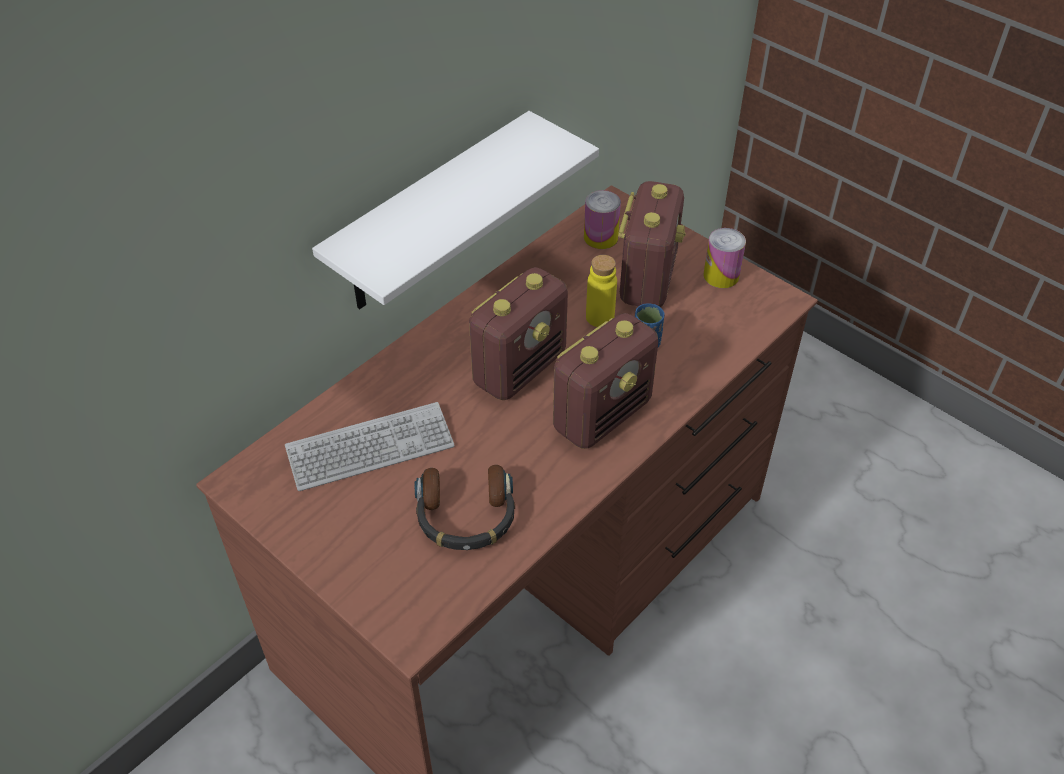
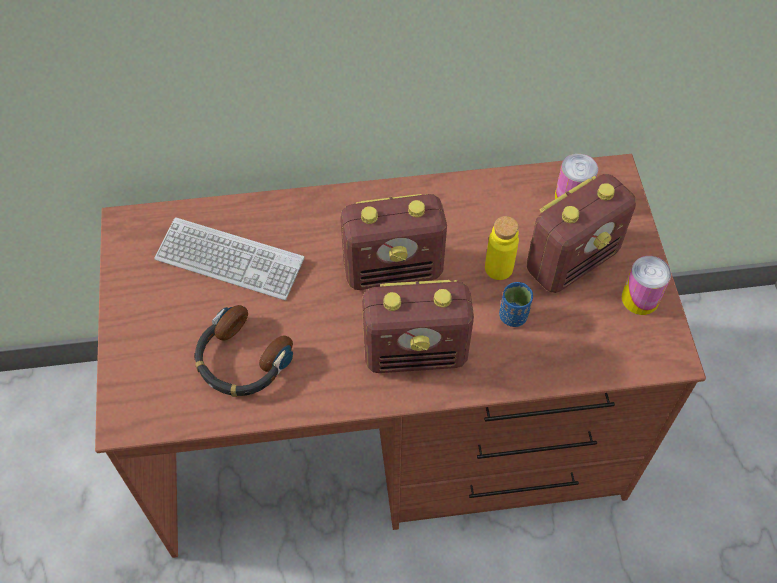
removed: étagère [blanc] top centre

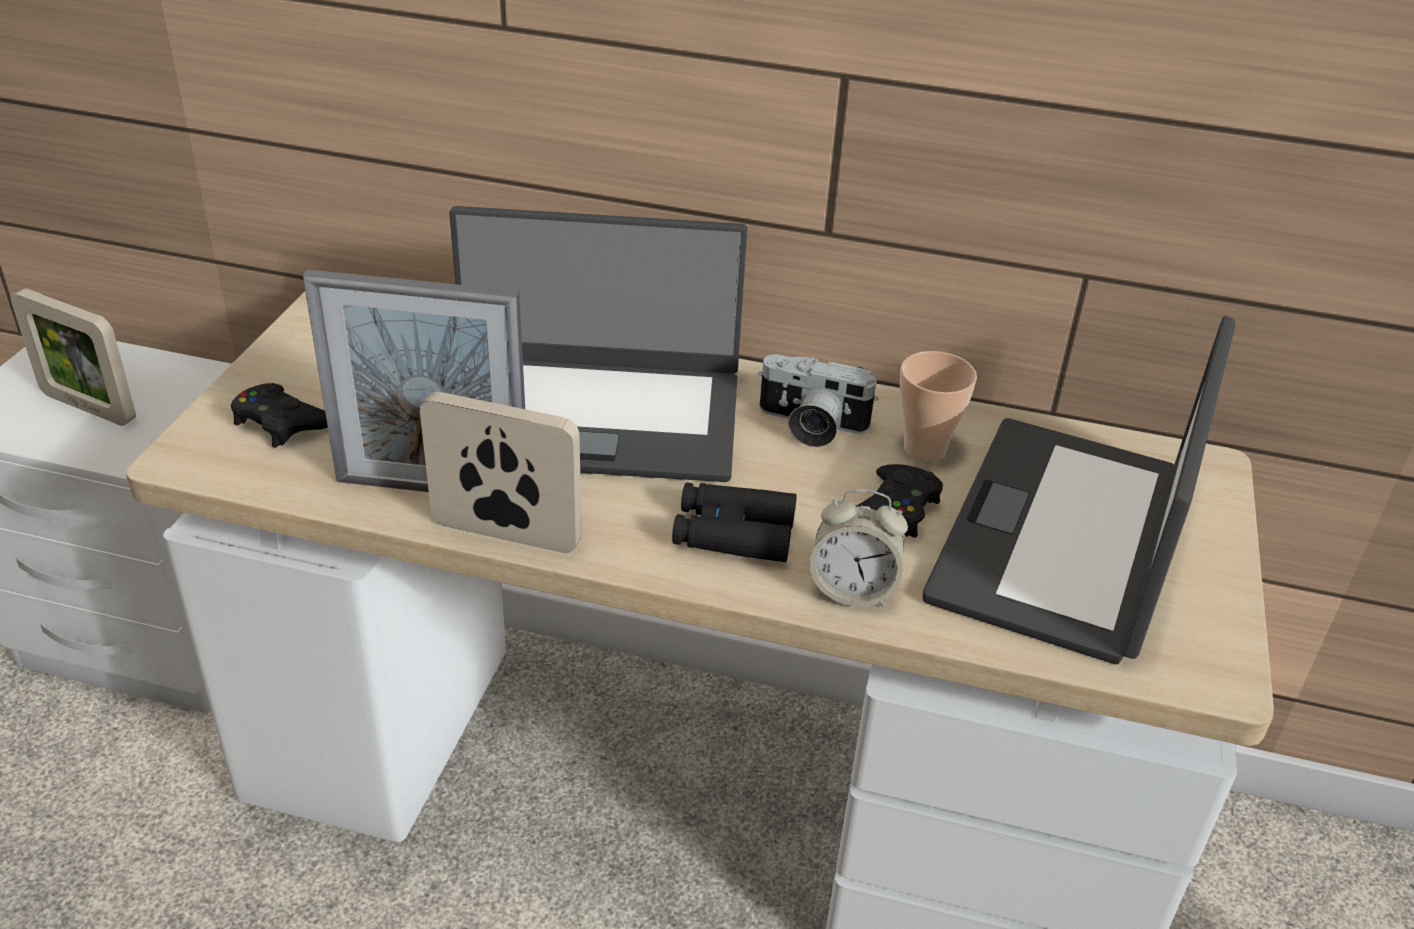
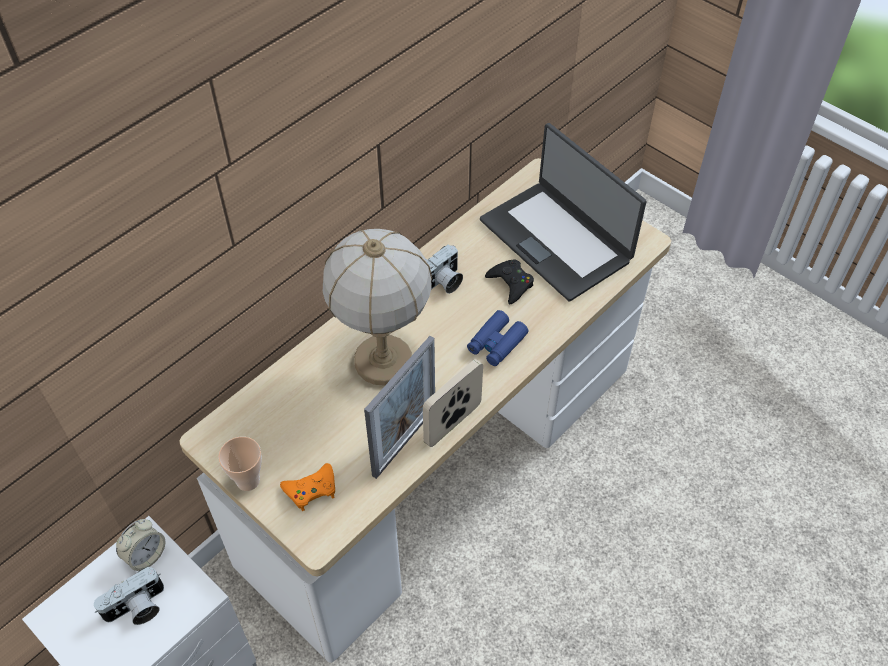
moved: réveil centre to bottom left; tasse centre to bottom left
replaced: cadre photo (1st from left) middle left to appareil photo (1st from left) bottom left; ordinateur portable (1st from left) centre to lampe de table centre
recoloured: manette [noir] (1st from left) middle left to manette [orange] bottom centre; jumelles [noir] centre to jumelles [bleu] centre

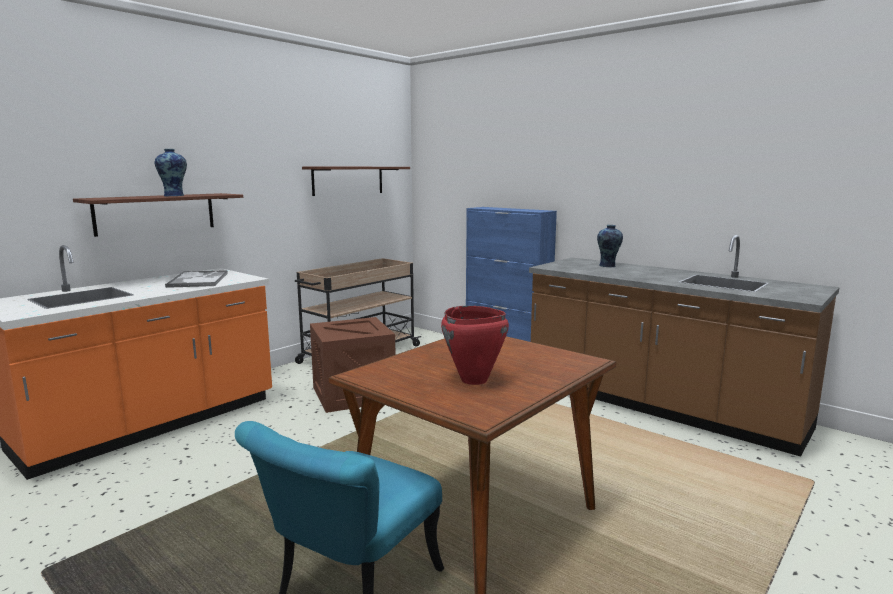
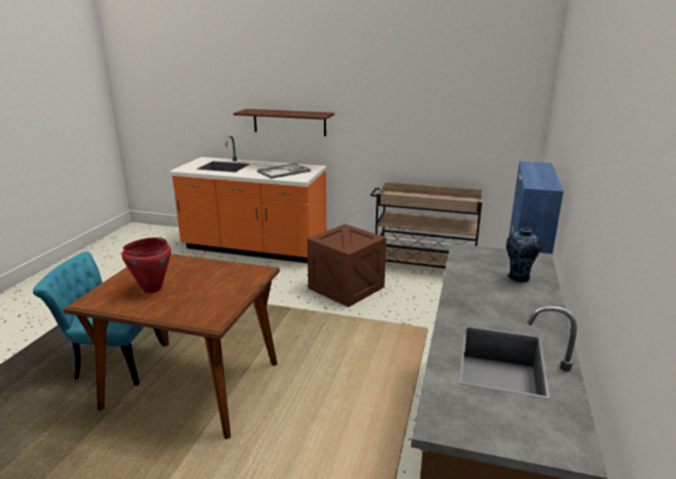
removed: vase (1st from left) top left; étagère (2nd from left) top centre

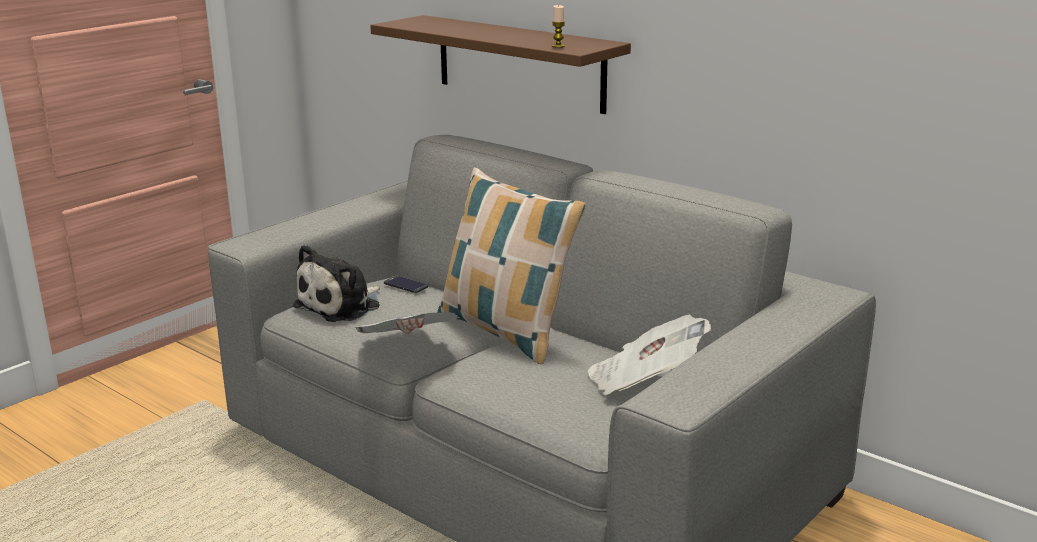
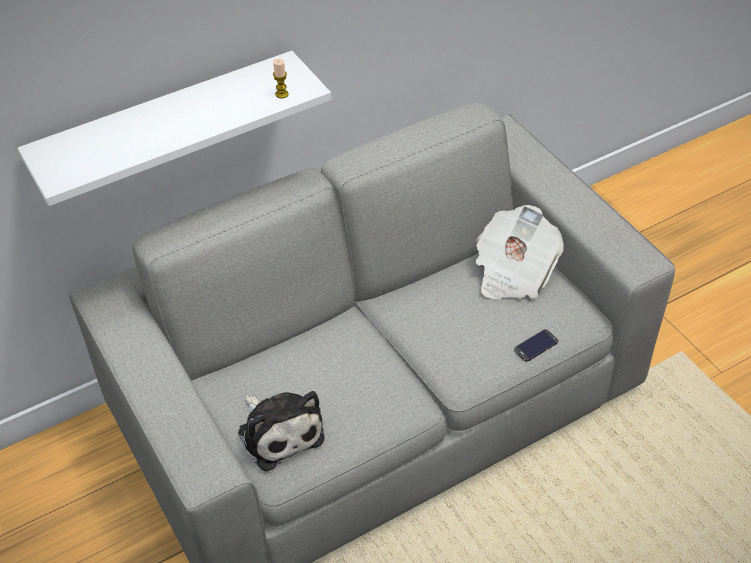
removed: journal (1st from left) centre; coussin centre
moved: téléphone centre to middle right
recoloured: étagère [marron] top centre to étagère [blanc] top left

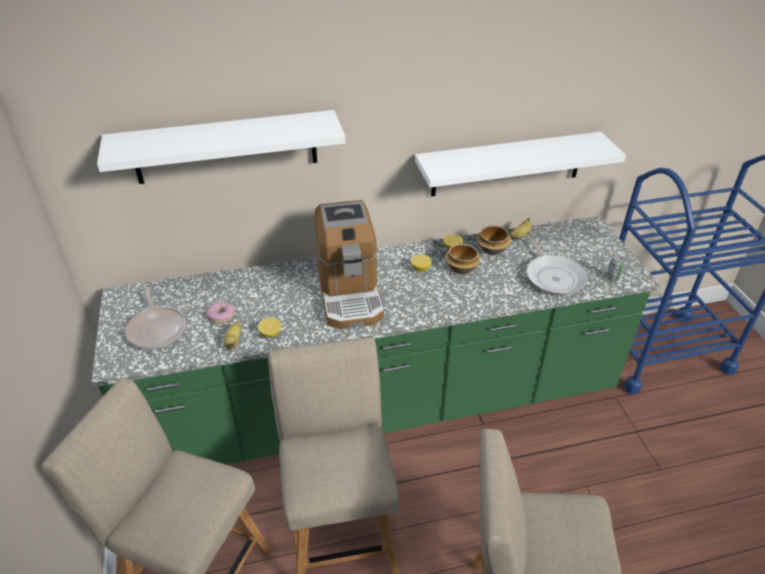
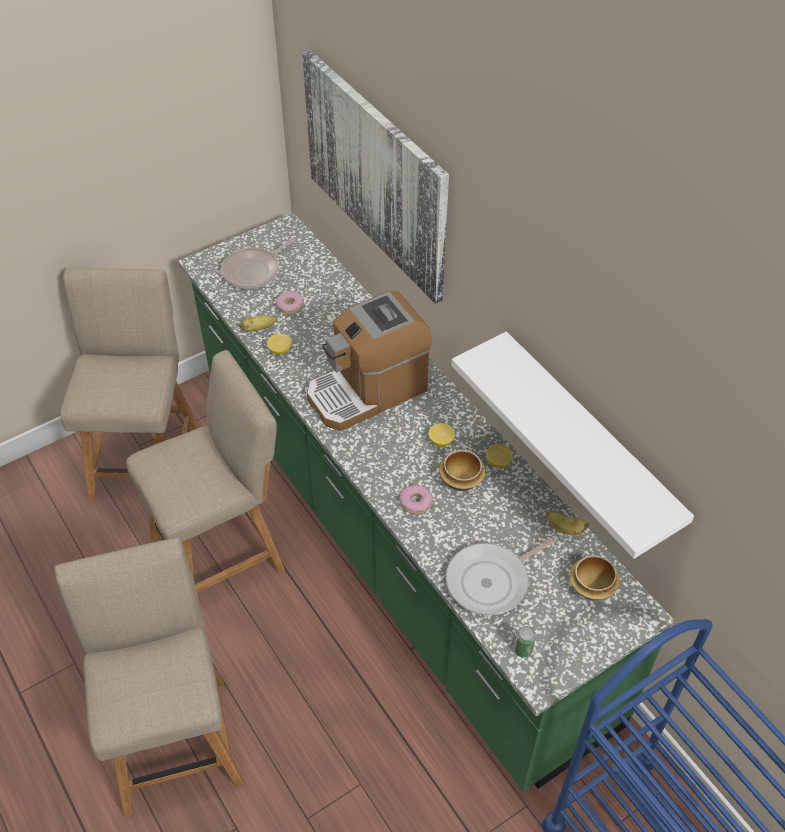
added: beignet (2nd from left) centre
moved: bol (2nd from left) centre to bottom right
replaced: étagère [blanc] (1st from left) top left to tableau top centre

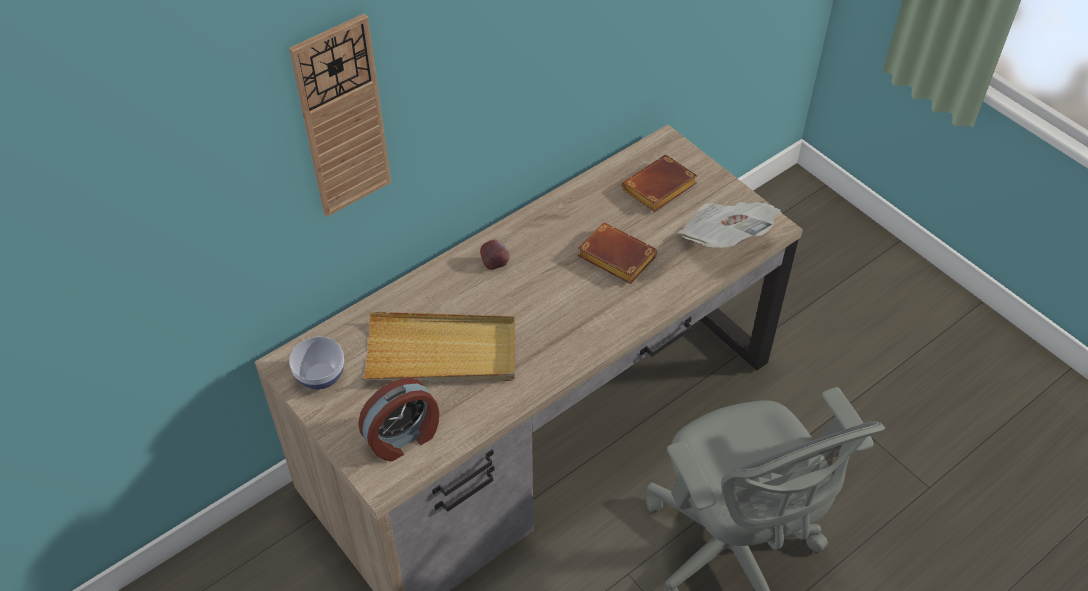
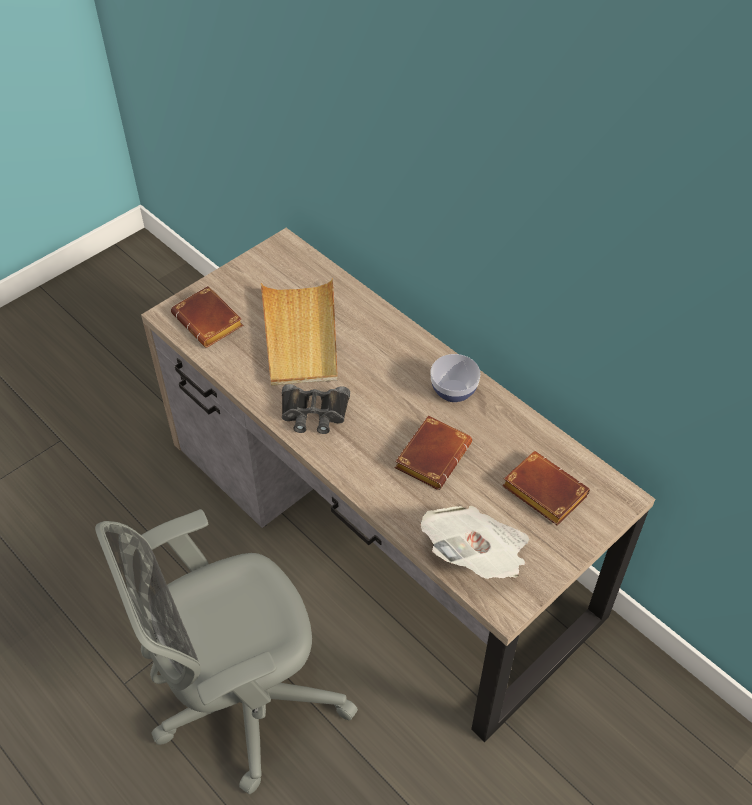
removed: horloge murale top left; pomme centre
added: jumelles [noir] centre
moved: bol middle left to centre
replaced: réveil bottom centre to livre [marron] (1st from left) middle left

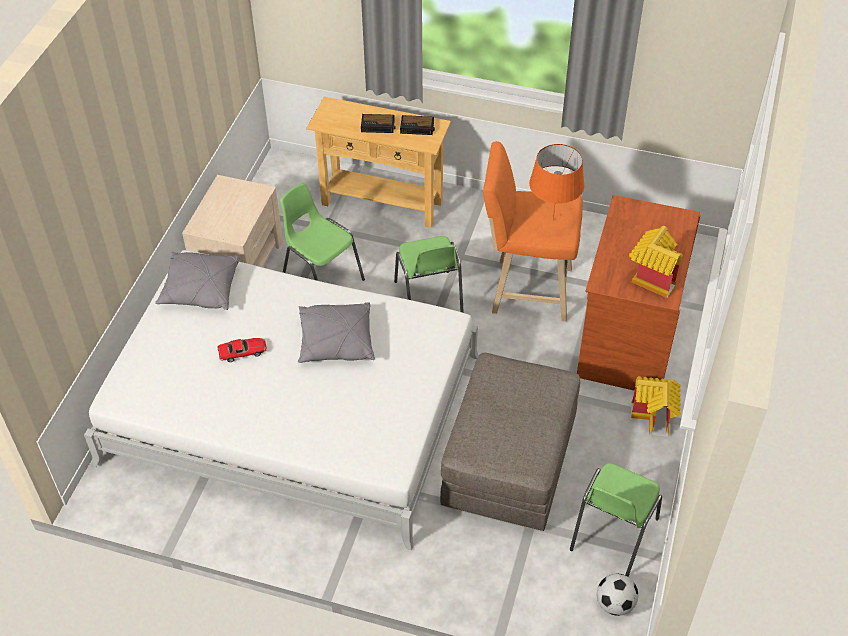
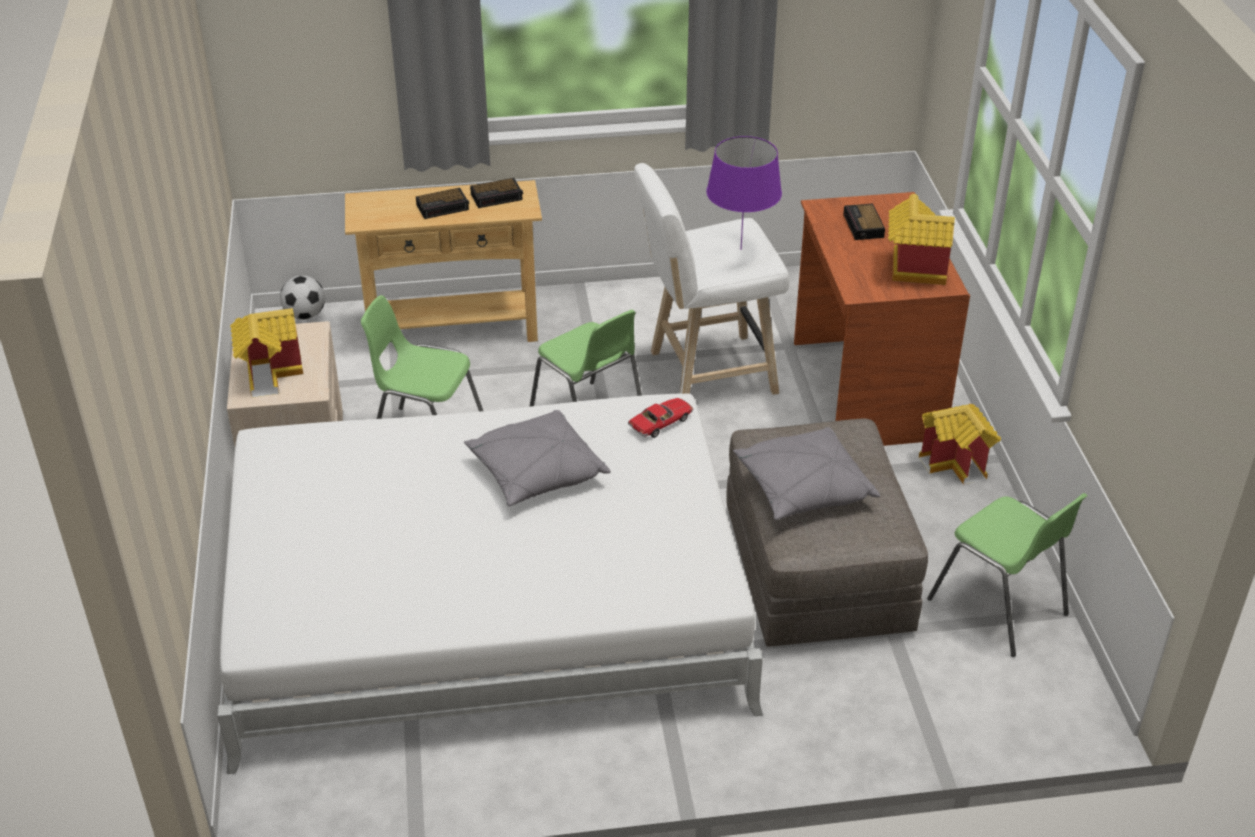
added: maison miniature (1st from left) middle left; réveil (3rd from left) top right
moved: coussin [gris] (1st from left in the first image) middle left to coussin [gris] (2nd from left) centre; petite voiture middle left to centre; ballon de foot bottom right to middle left
recoloured: tabouret [orange] centre to tabouret [blanc] centre; lampe de table [orange] top centre to lampe de table [violet] top centre
turned: chaise [vert] (3rd from left) bottom right = bottom right 45 degrees counterclockwise

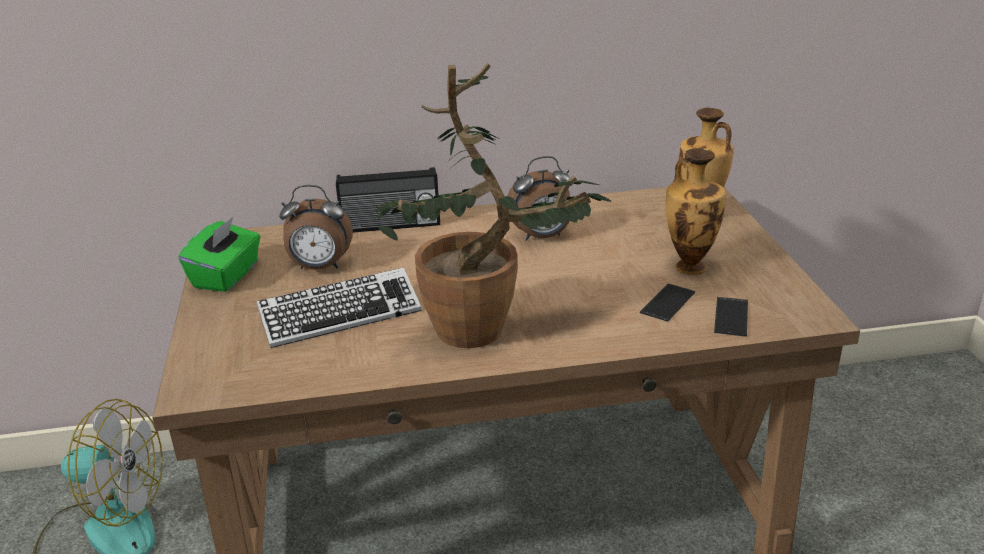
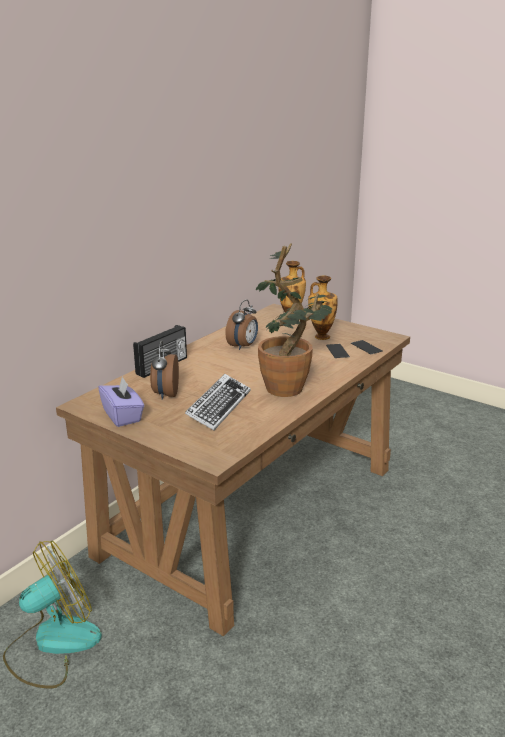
recoloured: boîte à mouchoirs [vert] middle left to boîte à mouchoirs [violet] middle left
turned: réveil (1st from left) middle left = middle left 135 degrees clockwise

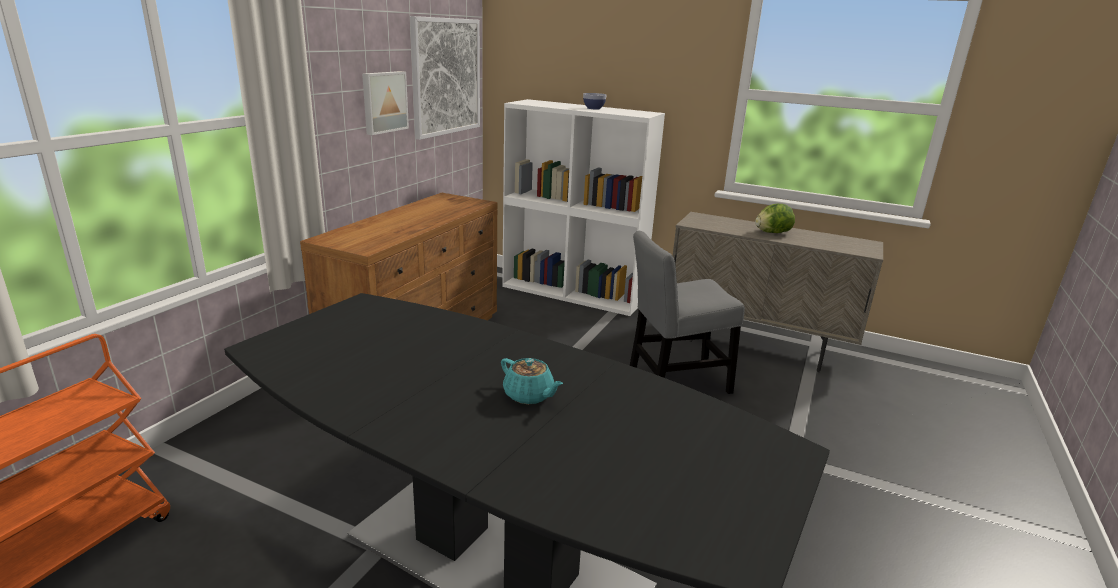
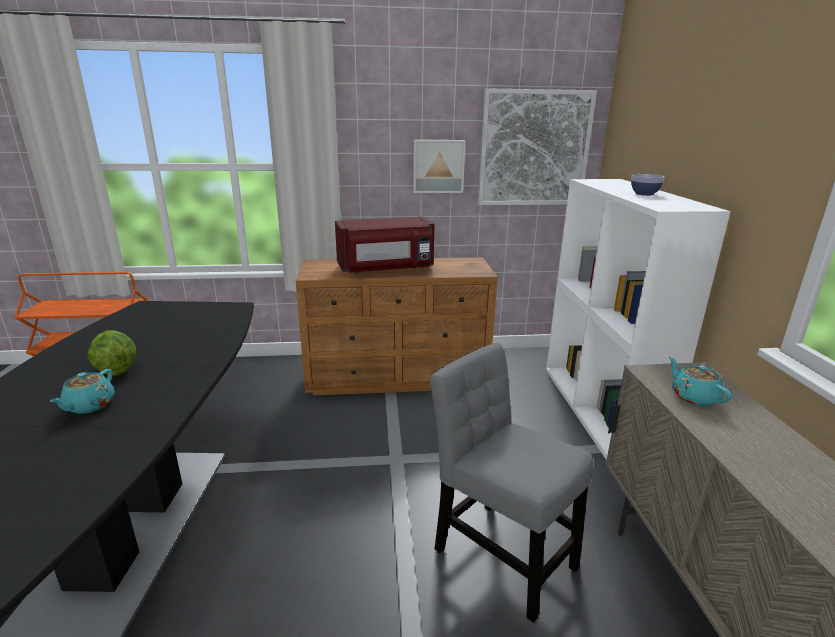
added: micro-ondes [rouge] centre; théière [turquoise] (2nd from left) middle right
moved: laitue middle right to middle left

